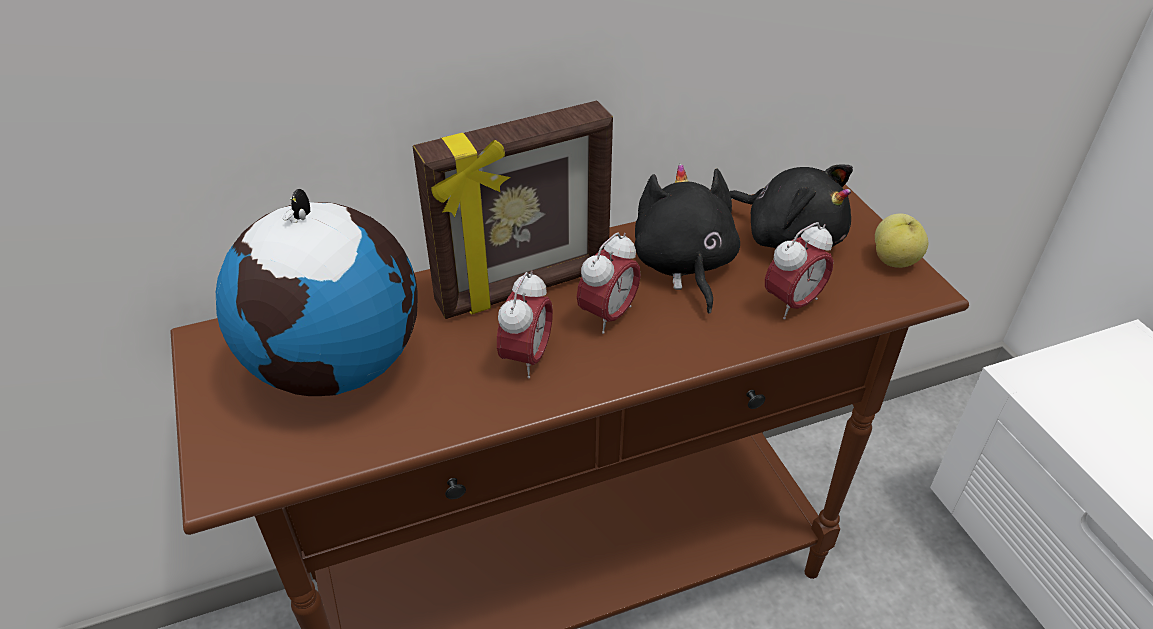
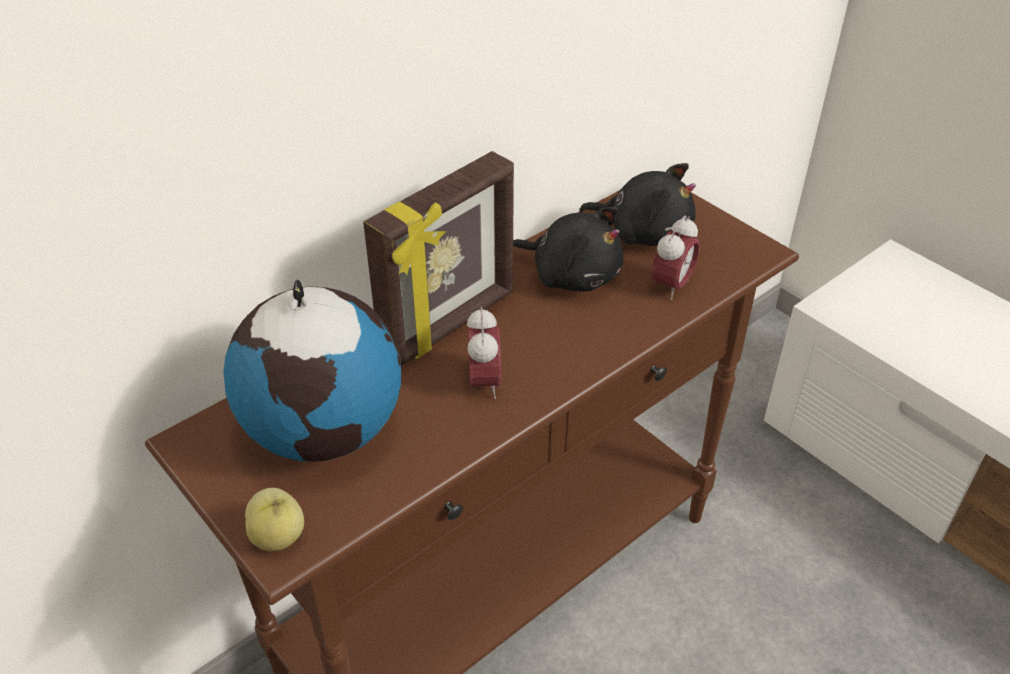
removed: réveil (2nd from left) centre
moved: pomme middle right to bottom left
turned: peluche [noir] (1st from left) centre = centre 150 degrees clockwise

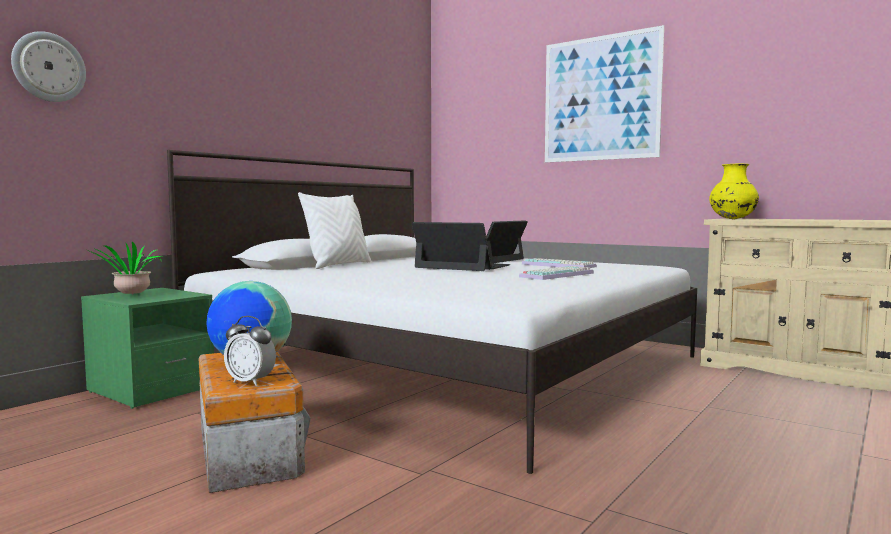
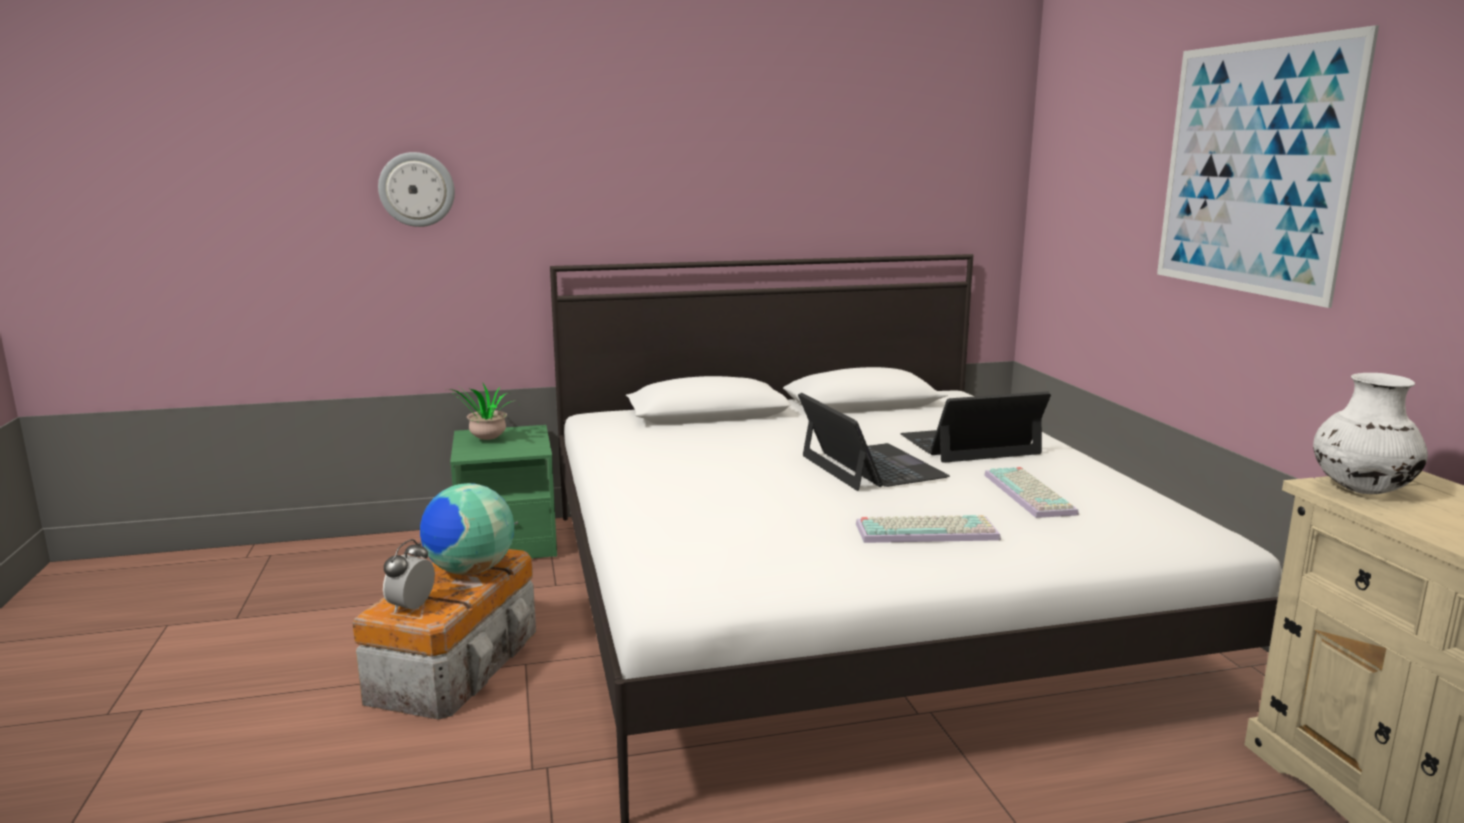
removed: coussin [blanc] centre
recoloured: vase [jaune] middle right to vase [blanc] middle right
turned: réveil middle left = bottom left 45 degrees clockwise

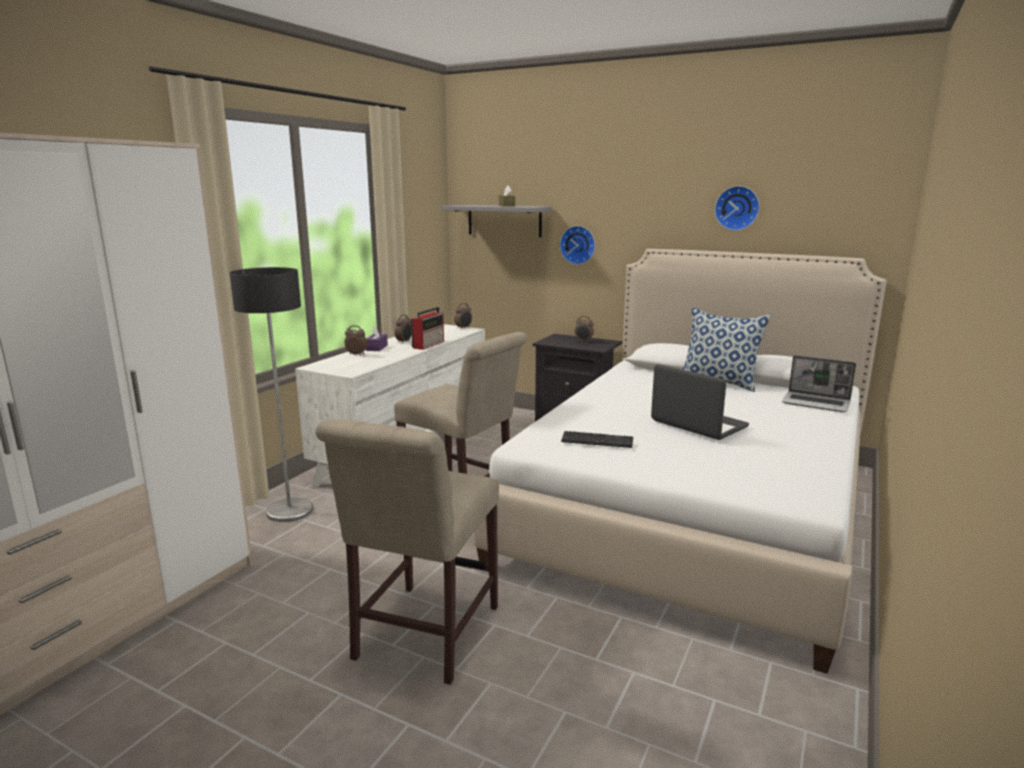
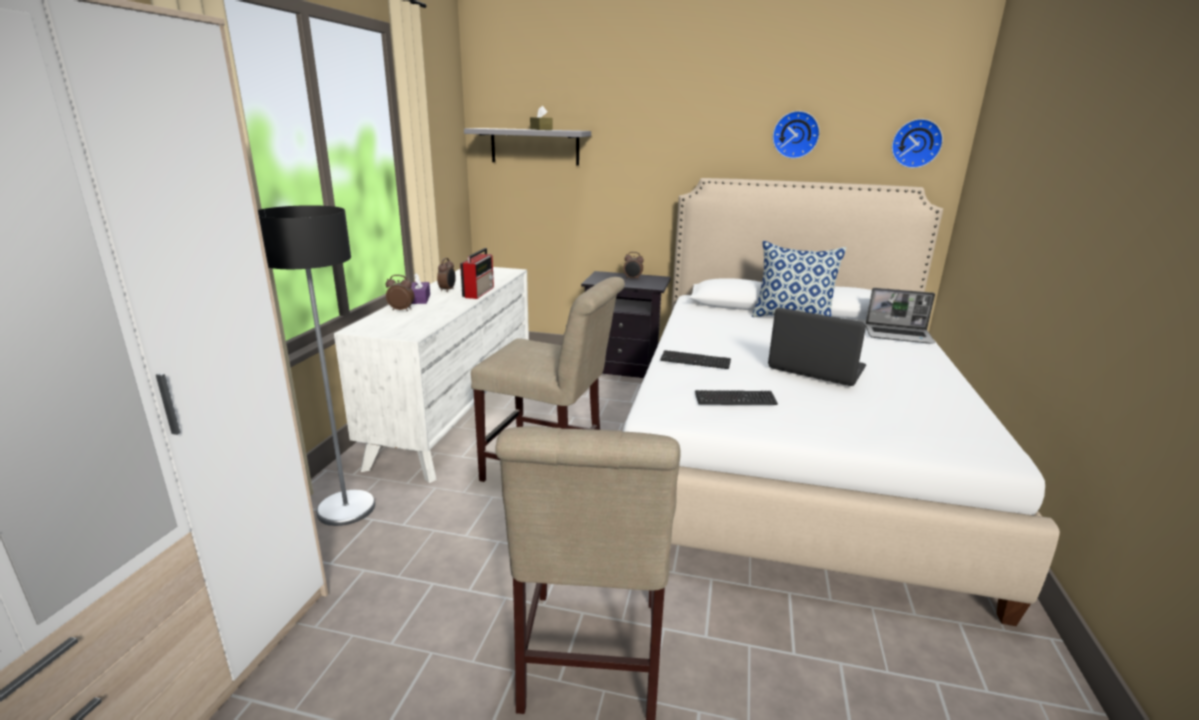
removed: réveil (3rd from left) centre
added: clavier (1st from left) centre
moved: horloge murale (1st from left in the first image) top centre to horloge murale (2nd from left) top right

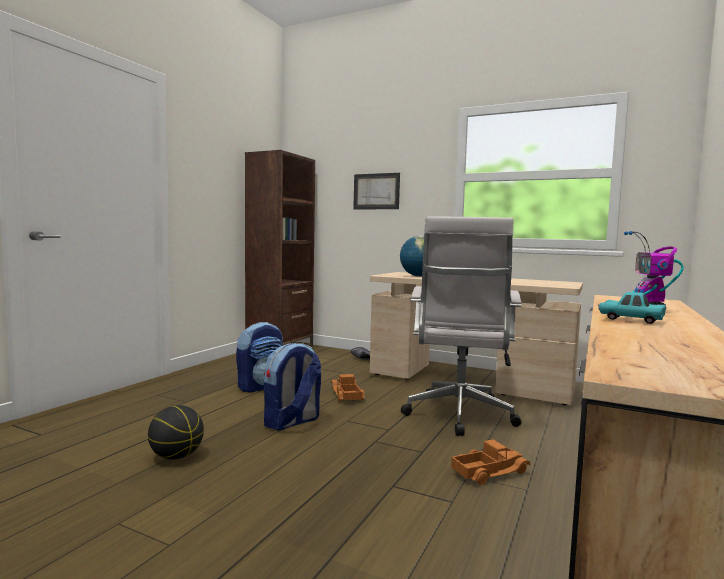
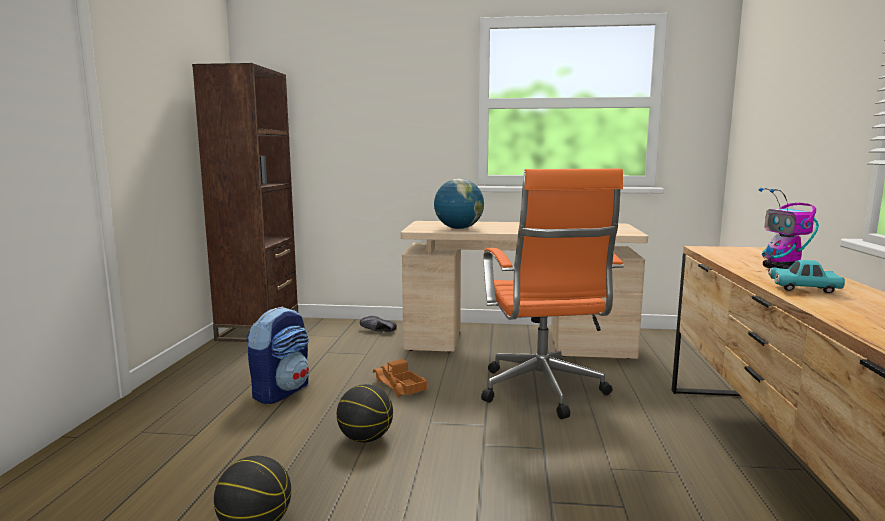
removed: tableau top centre; camion jouet (2nd from left) bottom right
replaced: sac à dos (2nd from left) bottom centre to ballon de basket (2nd from left) bottom centre
recoloured: chaise de bureau [blanc] centre to chaise de bureau [orange] centre

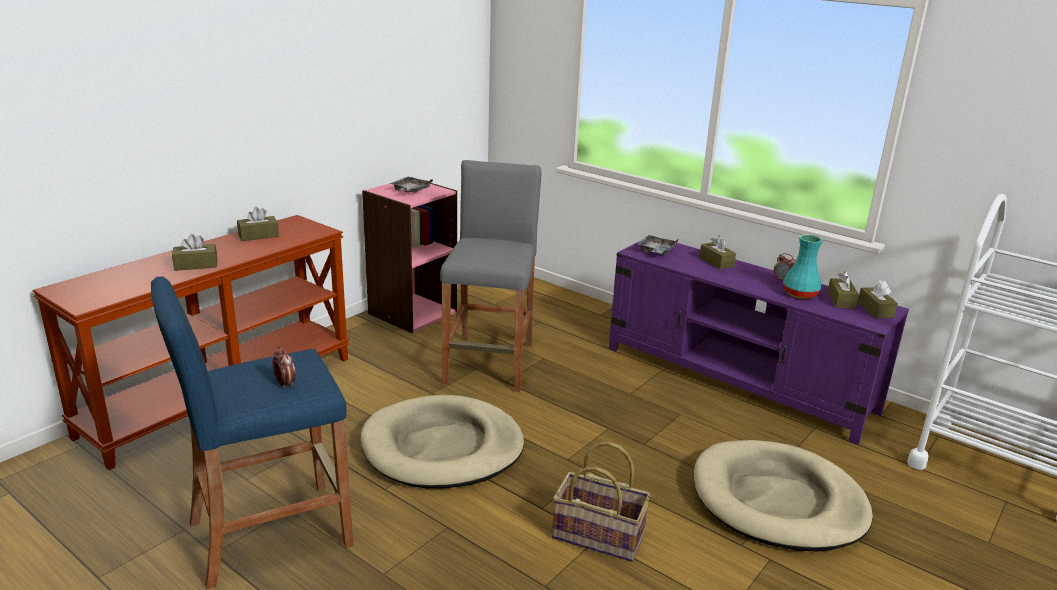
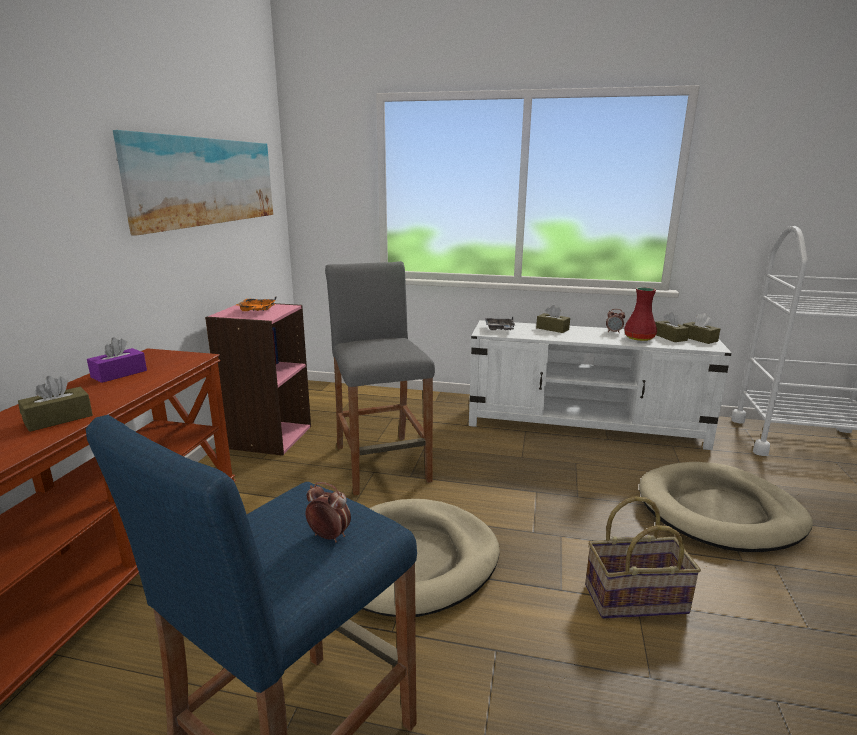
added: tableau top left
recoloured: boîte à mouchoirs [marron] (2nd from left) middle left to boîte à mouchoirs [violet] middle left; plateau [gris] (1st from left) top centre to plateau [orange] middle left; meuble télé [violet] middle right to meuble télé [blanc] middle right; vase [turquoise] middle right to vase [rouge] middle right

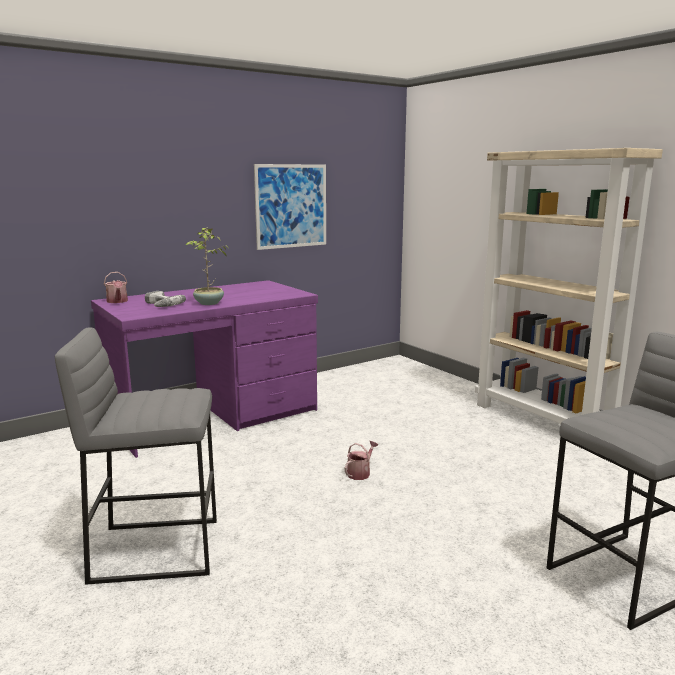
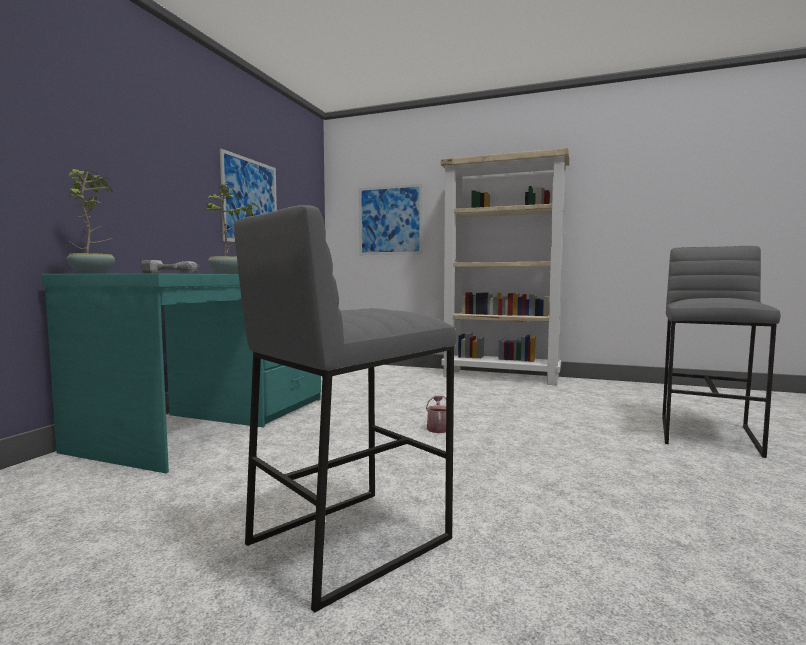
added: tableau (2nd from left) centre
replaced: arrosoir (1st from left) middle left to plante en pot (1st from left) middle left
recoloured: bureau [violet] middle left to bureau [turquoise] middle left

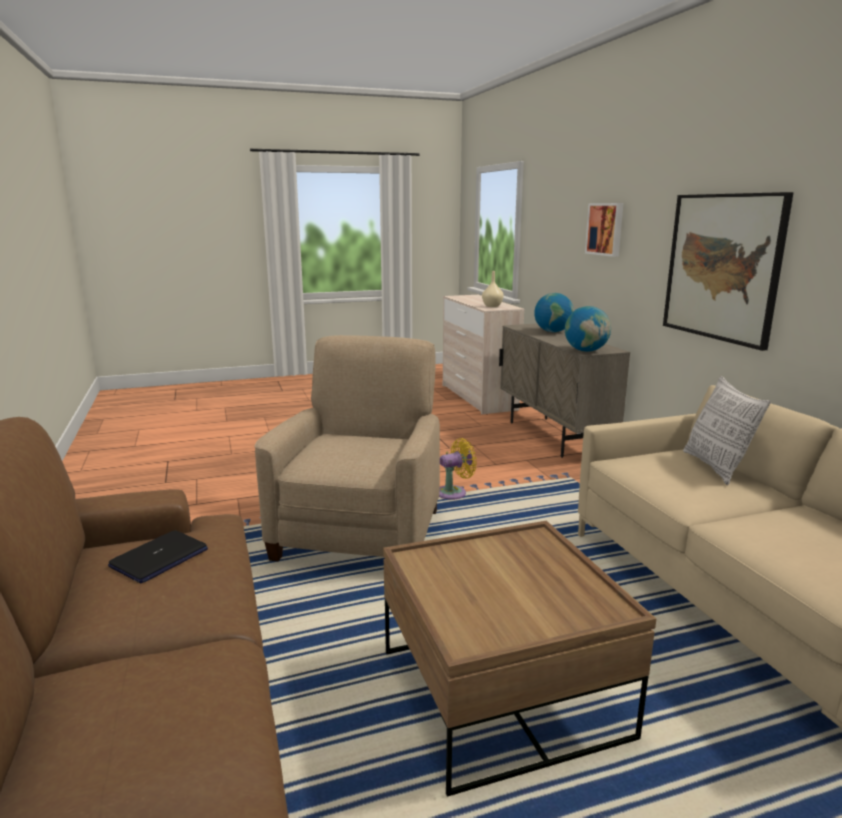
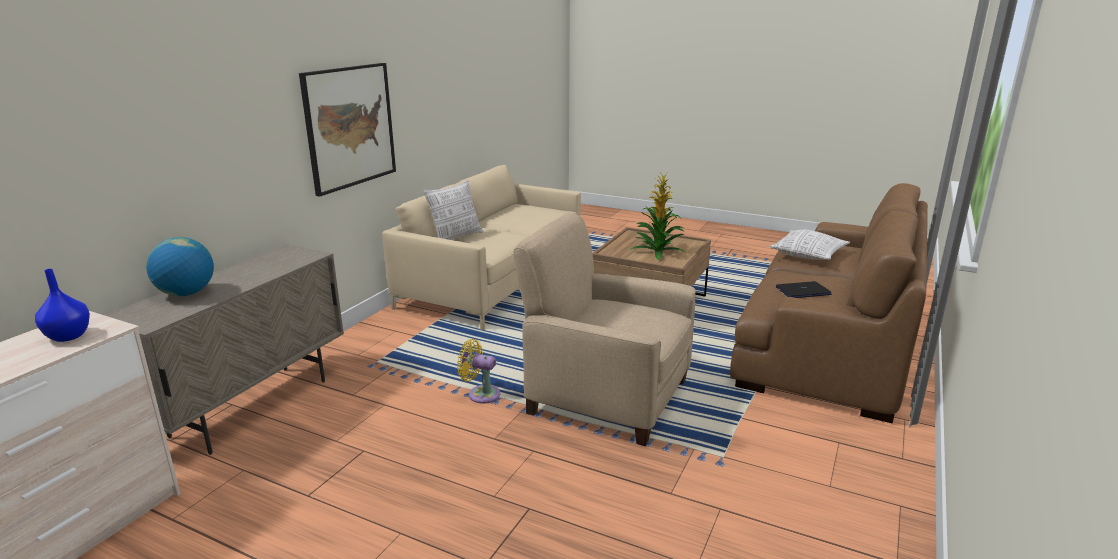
removed: globe (2nd from left) middle right; tableau (1st from left) top right
added: plante en pot centre; coussin (2nd from left) middle right
recoloured: vase [beige] centre to vase [bleu] middle left
turned: fauteuil [beige] centre = centre 60 degrees clockwise

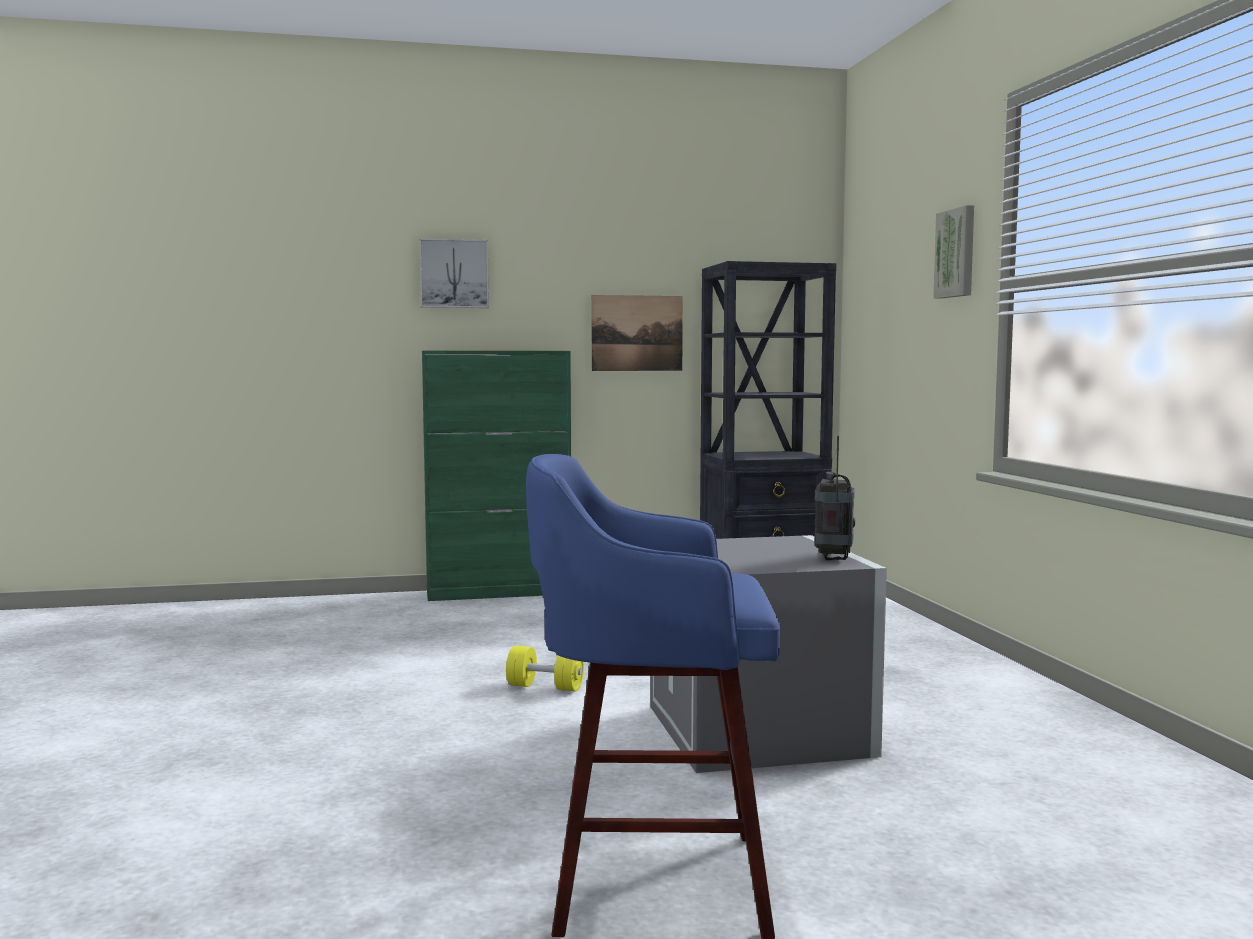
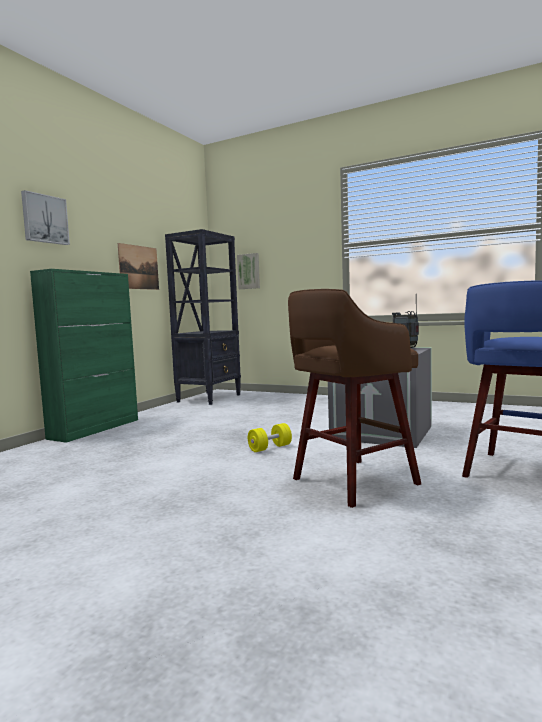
added: tabouret [marron] centre
moved: tableau (3rd from left) top right to centre

